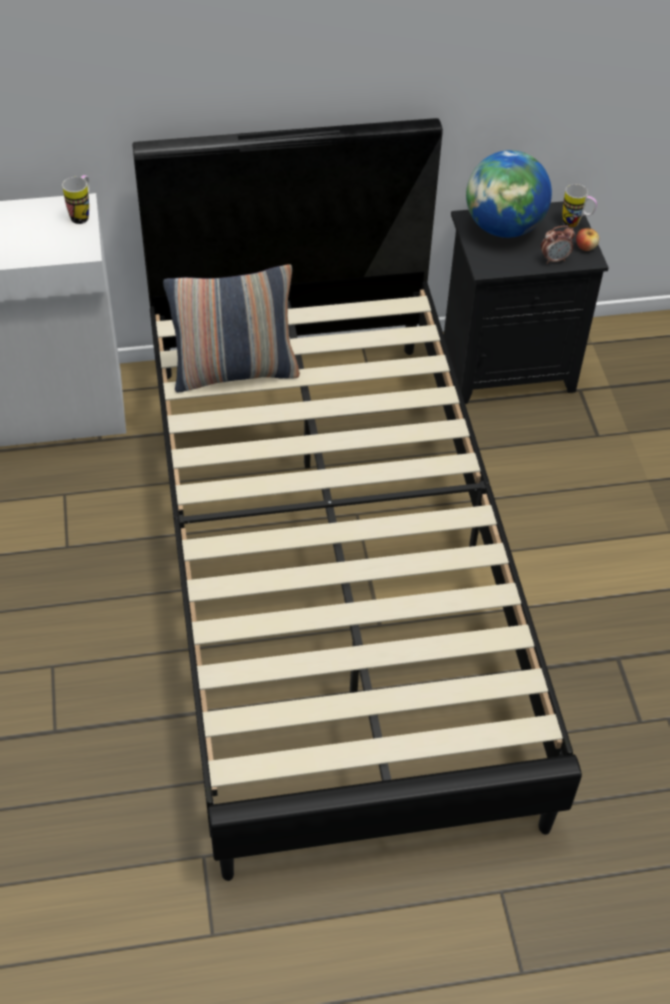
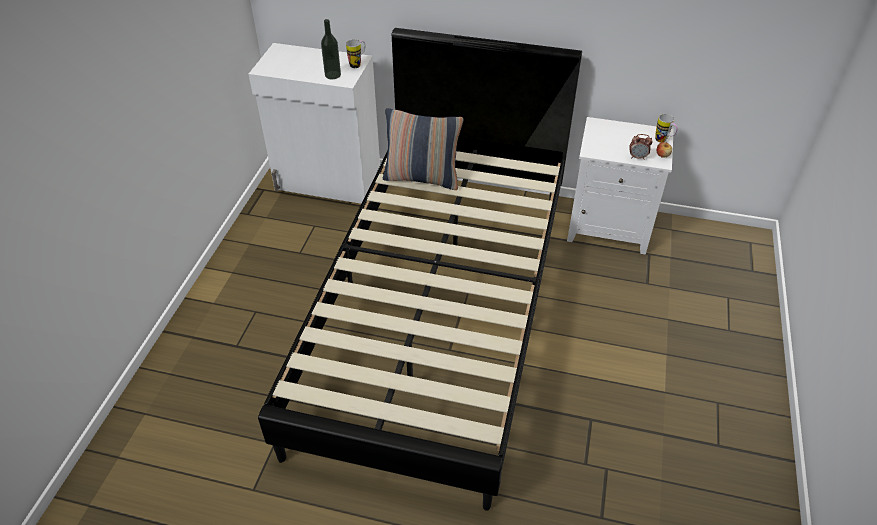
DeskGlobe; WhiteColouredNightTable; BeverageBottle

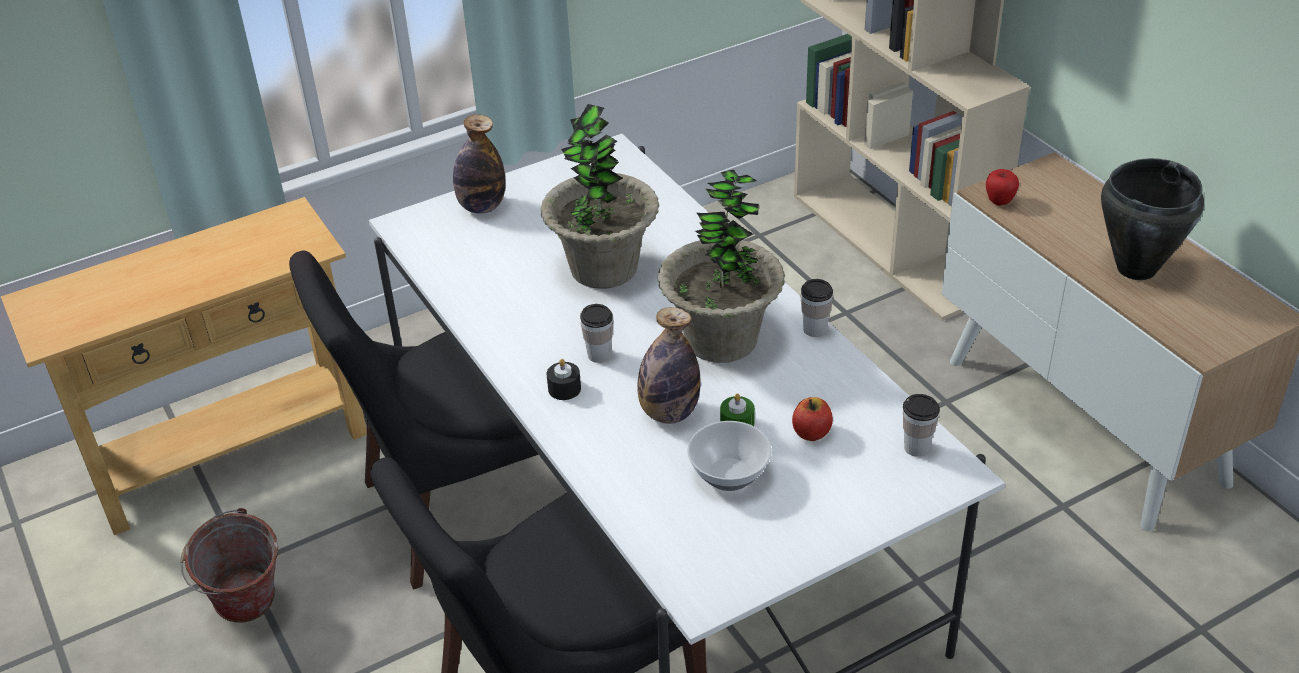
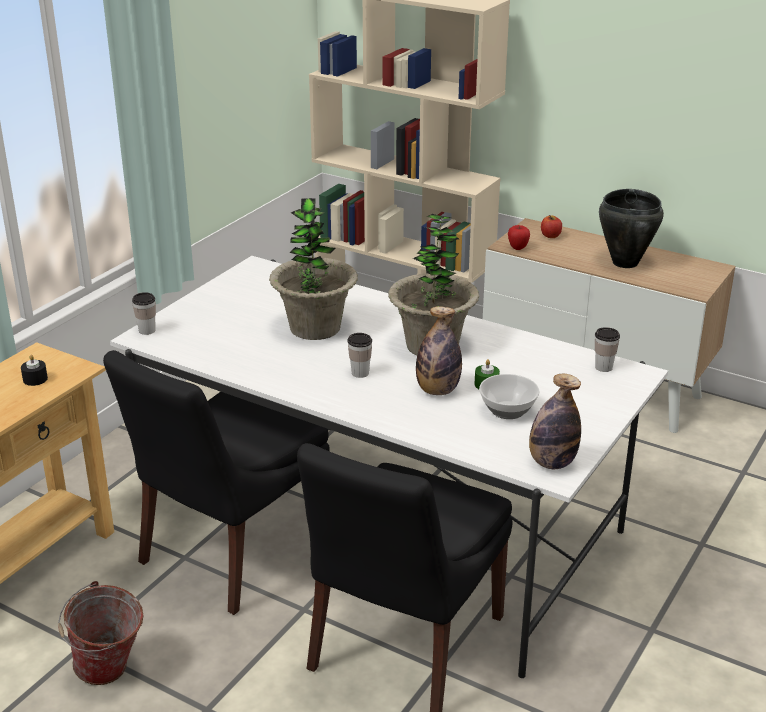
BeverageBottle (2nd from left); DrinkingCup (1st from left); BlackColouredWaxCandle; AppleFruit (2nd from left)

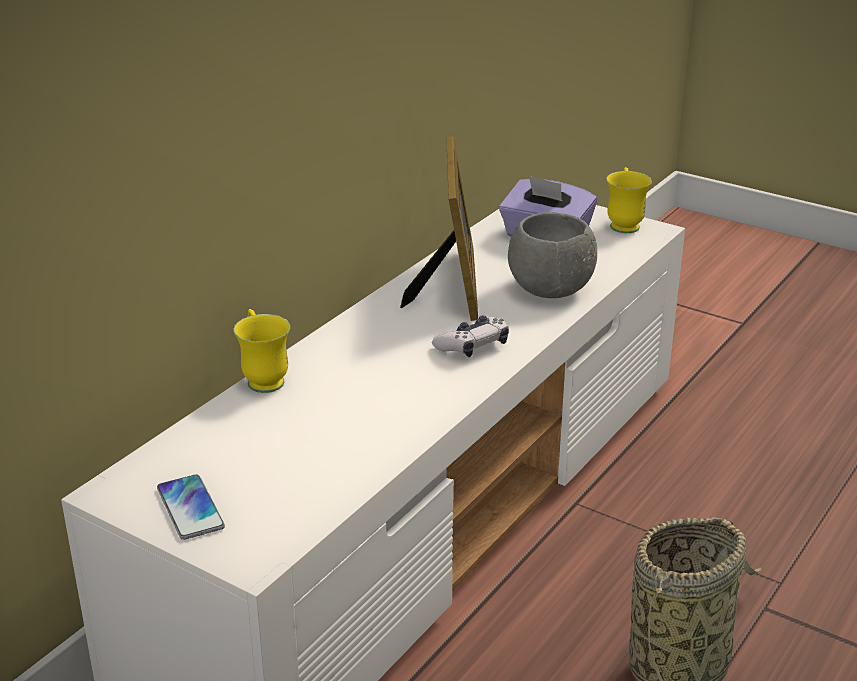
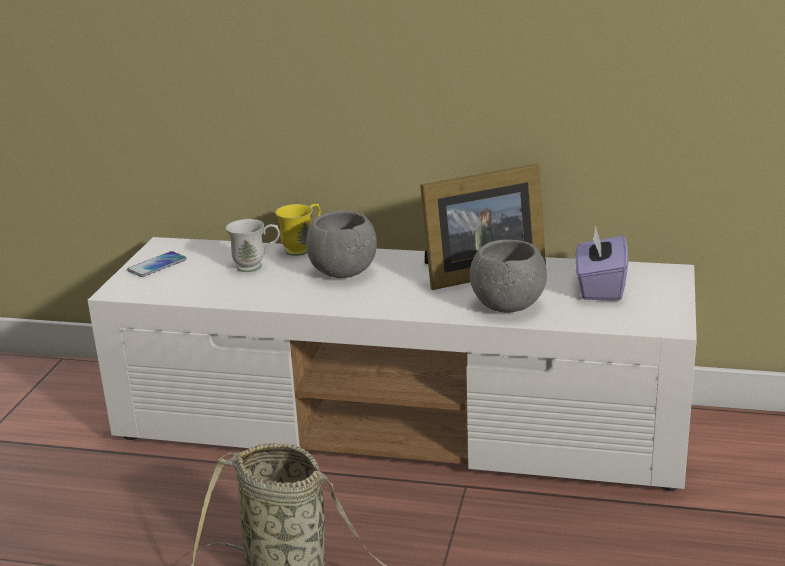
YellowishTeaMug (2nd from left in the first image); Gamepad; GreyishBowl (1st from left); WhiteColouredTeaMug

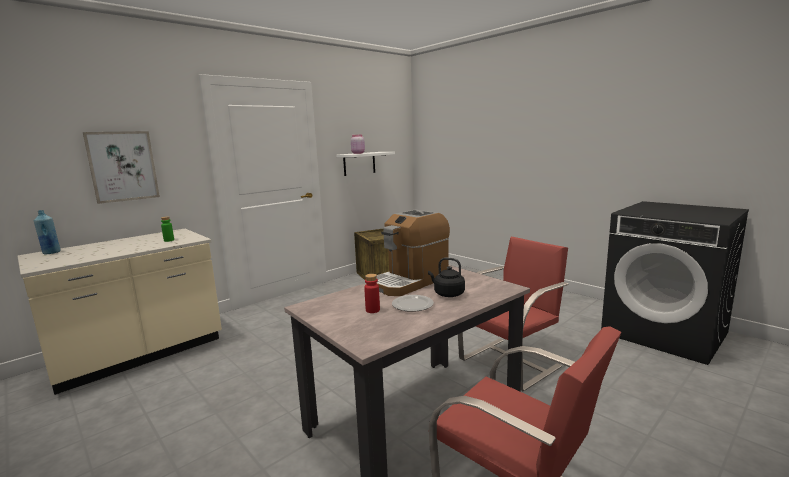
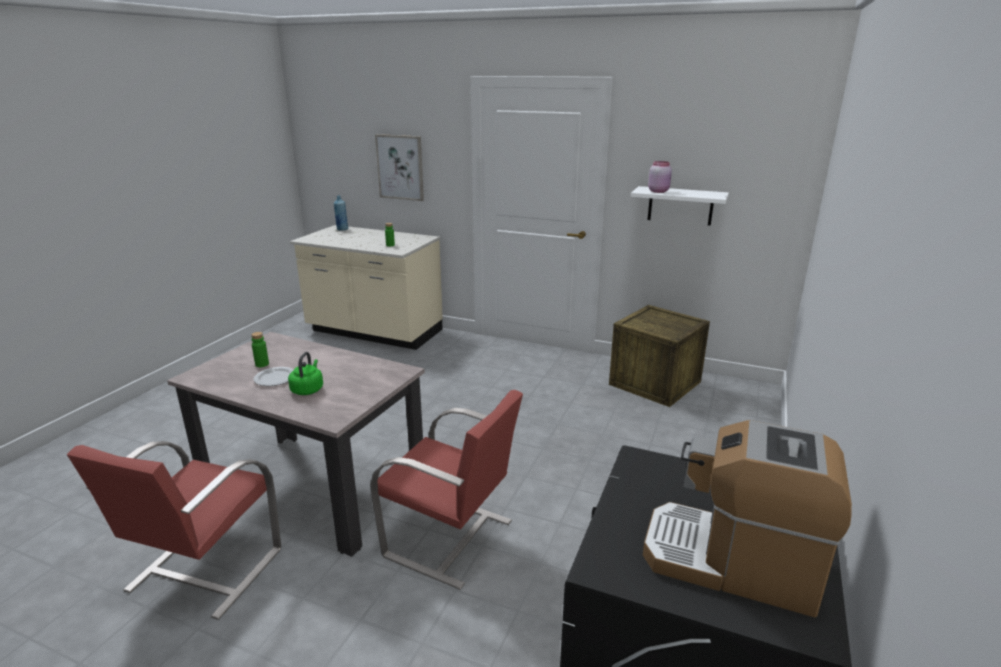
CoffeeMaker; GreenTeaKettle; GreenBeverageBottle (1st from left)

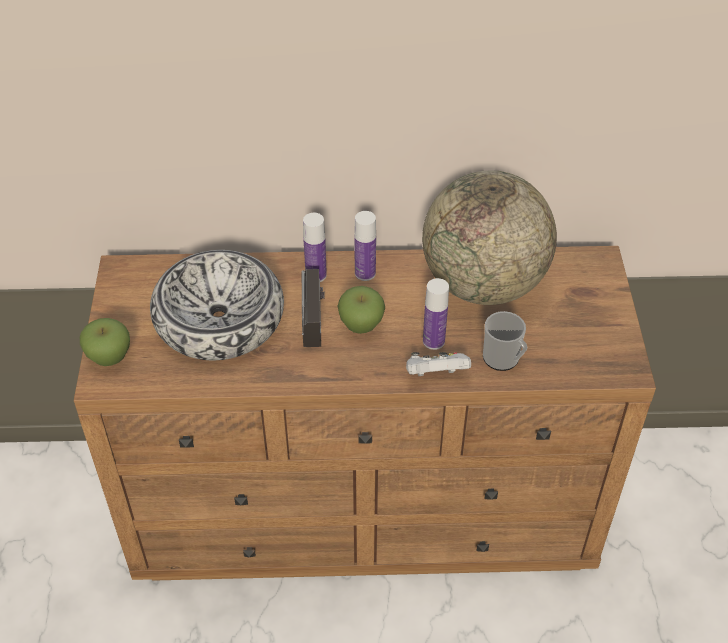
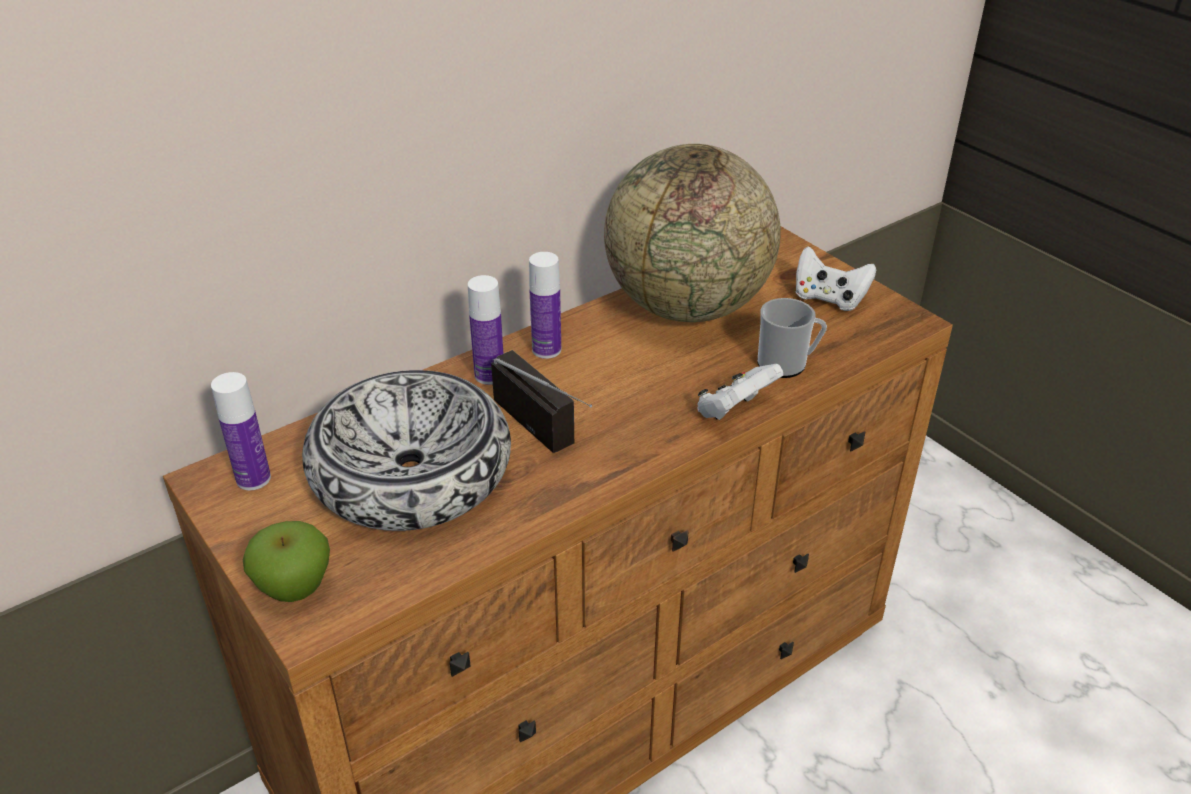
BeverageBottle (1st from left); AppleFruit (2nd from left in the first image); WhiteColouredGamepad (2nd from left)

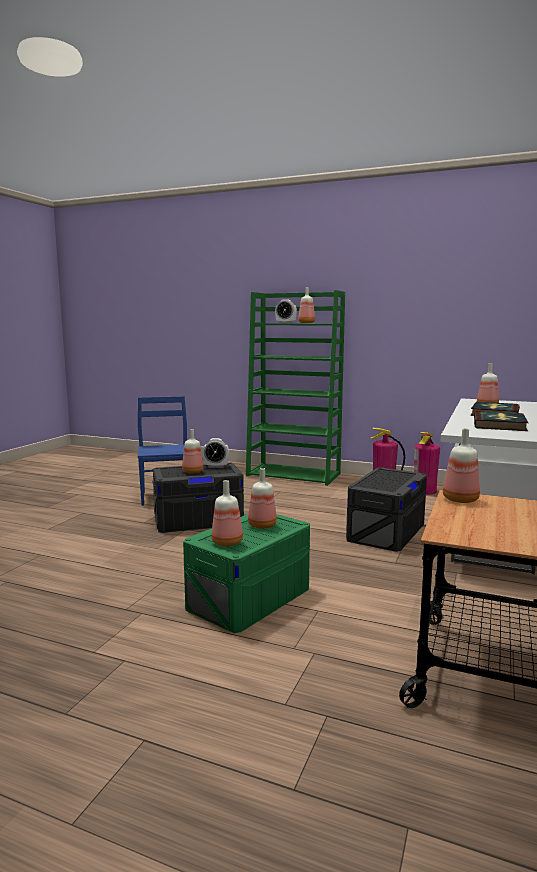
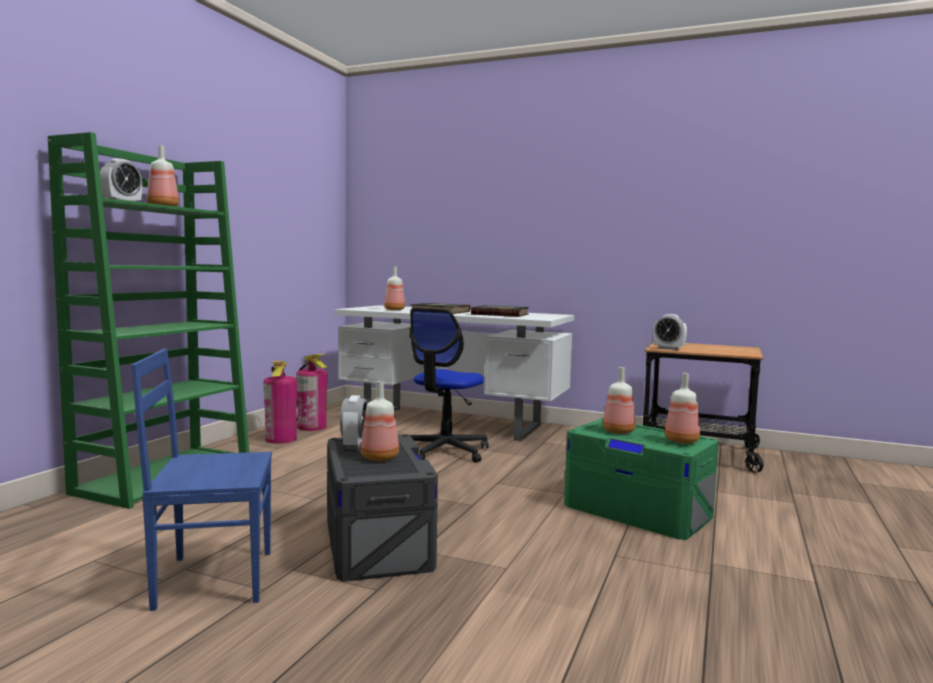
TableClock (3rd from left); OfficeChair

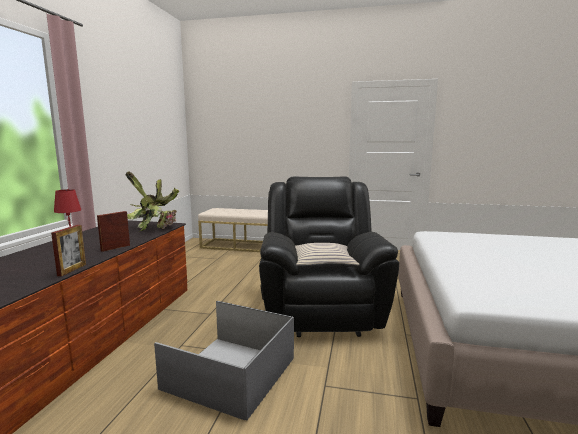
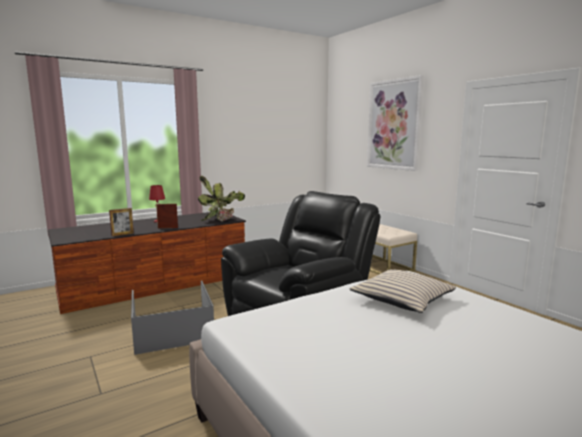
BeigeCushion; WallPicture

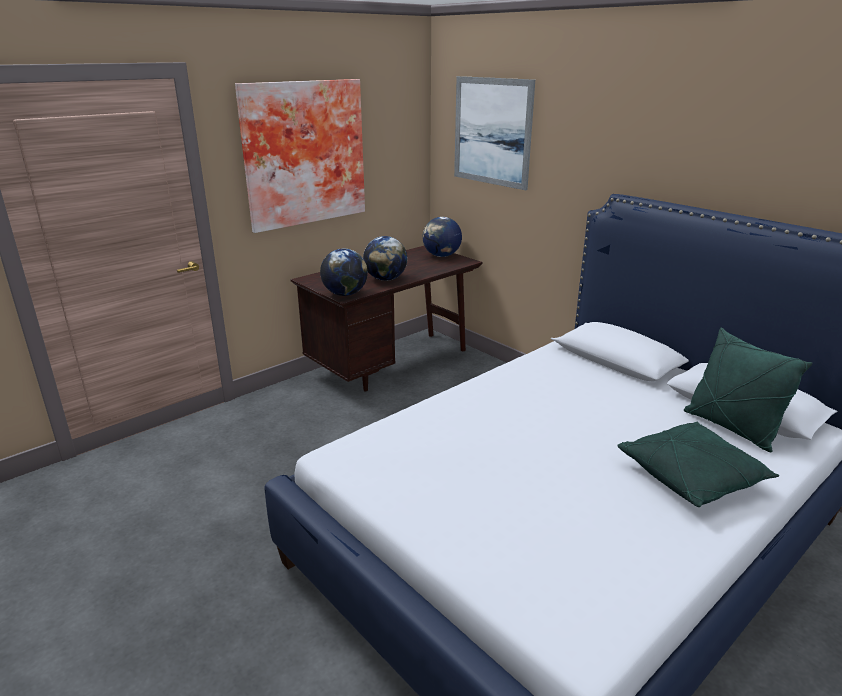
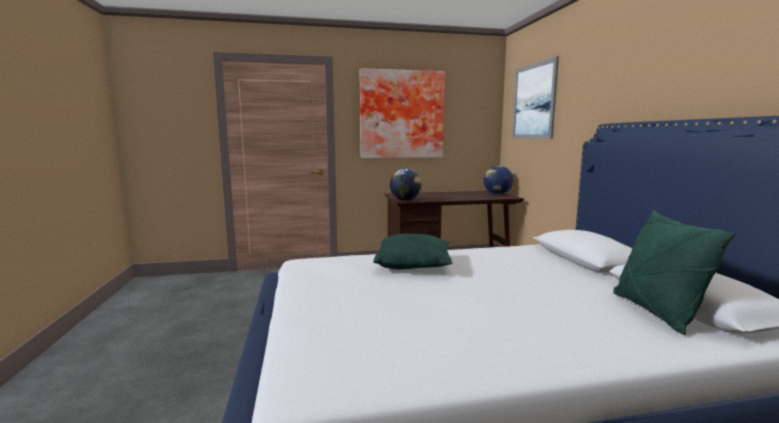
DeskGlobe (2nd from left in the first image); GreenCushion (1st from left)

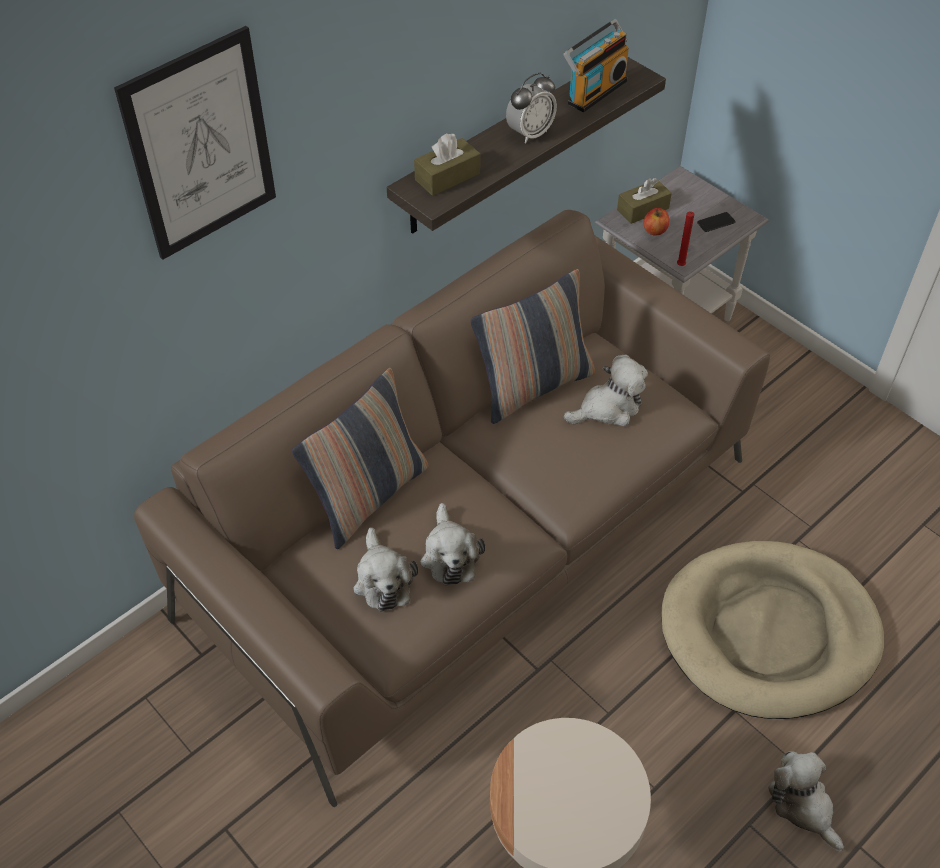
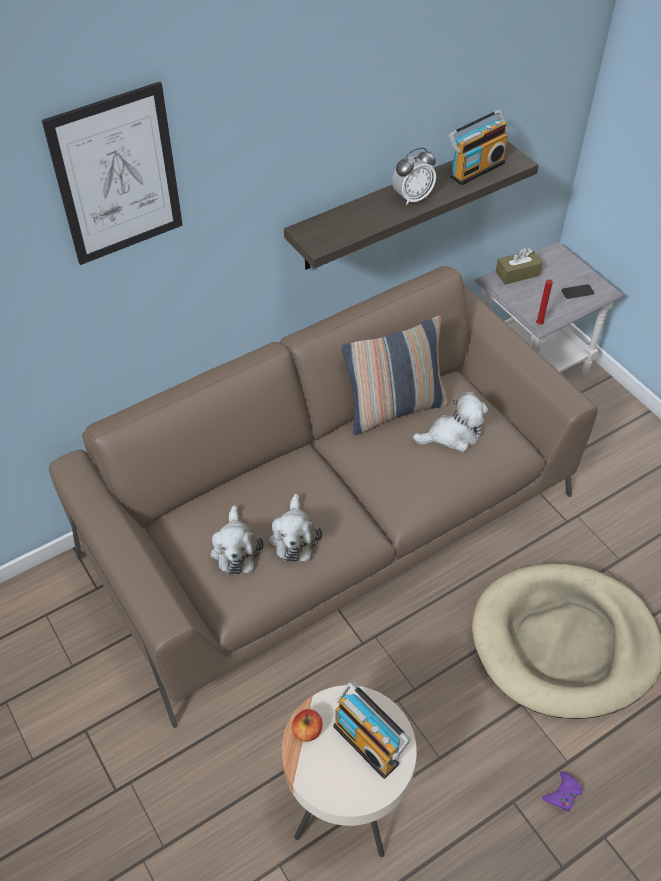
BrownColouredTissueBox (1st from left in the first image); AppleFruit; Cushion (1st from left in the first image); PurpleGamepad; RadioSet (1st from left)

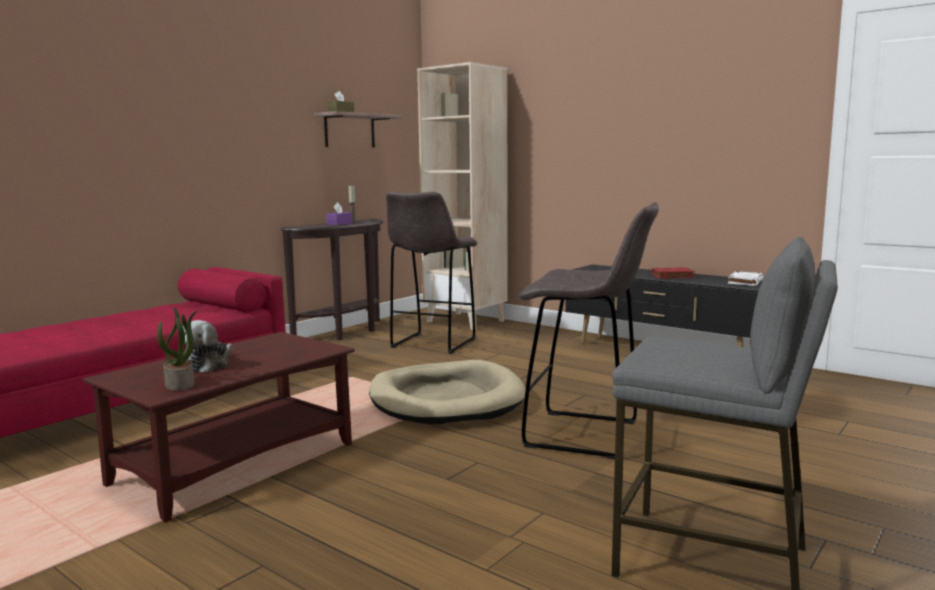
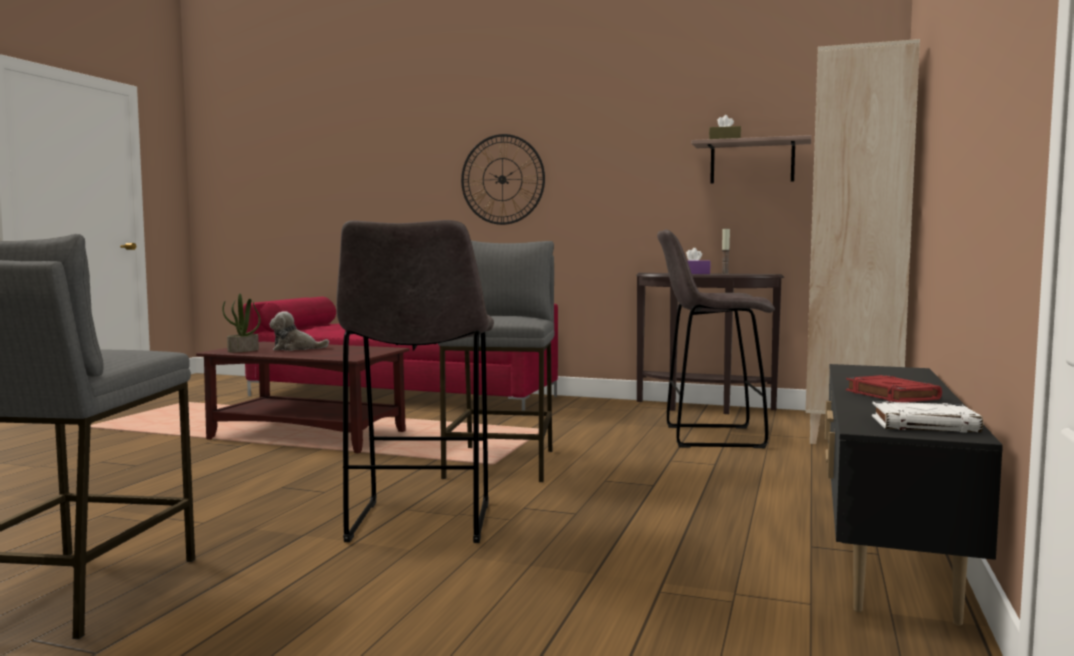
GreyishStool (3rd from left); ClockOnTheWall

